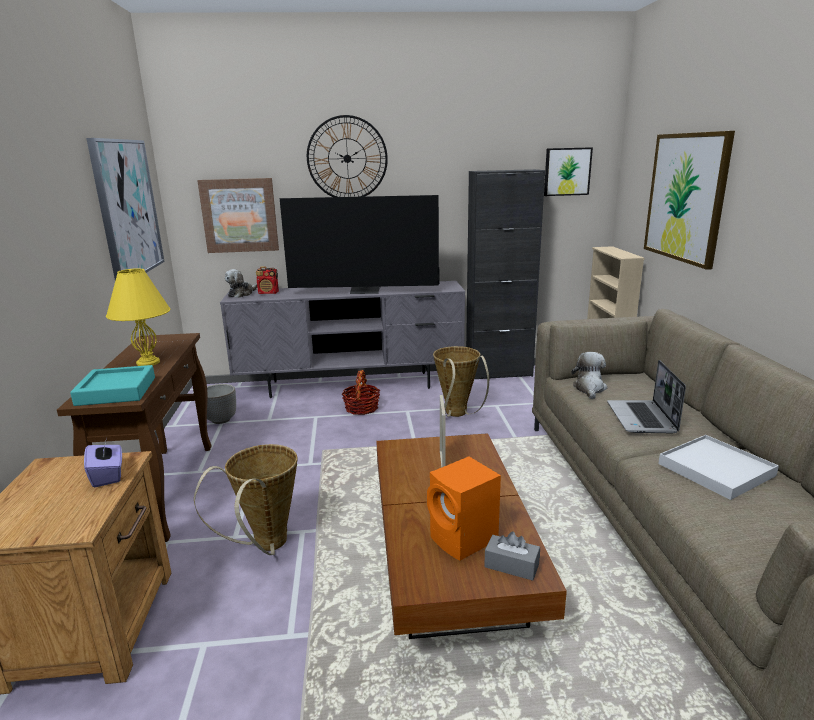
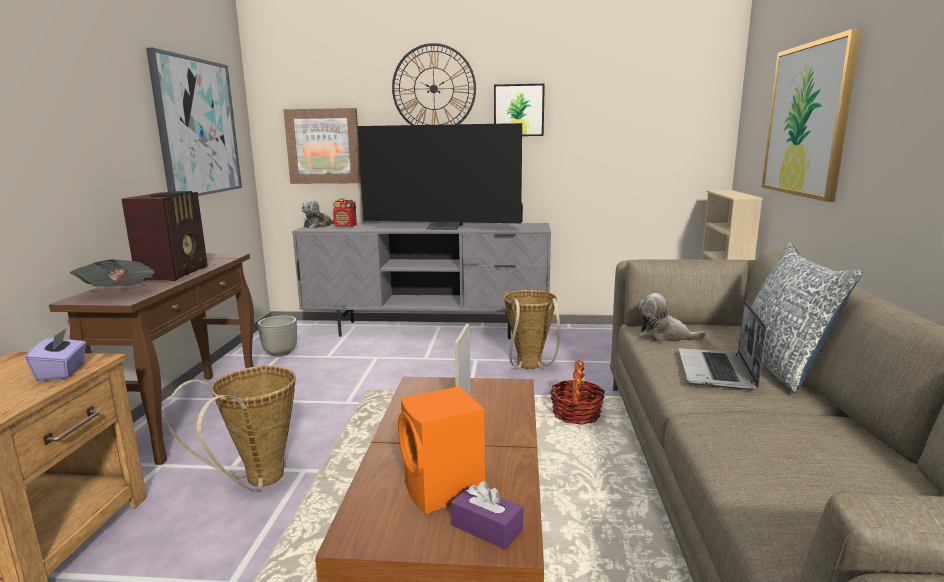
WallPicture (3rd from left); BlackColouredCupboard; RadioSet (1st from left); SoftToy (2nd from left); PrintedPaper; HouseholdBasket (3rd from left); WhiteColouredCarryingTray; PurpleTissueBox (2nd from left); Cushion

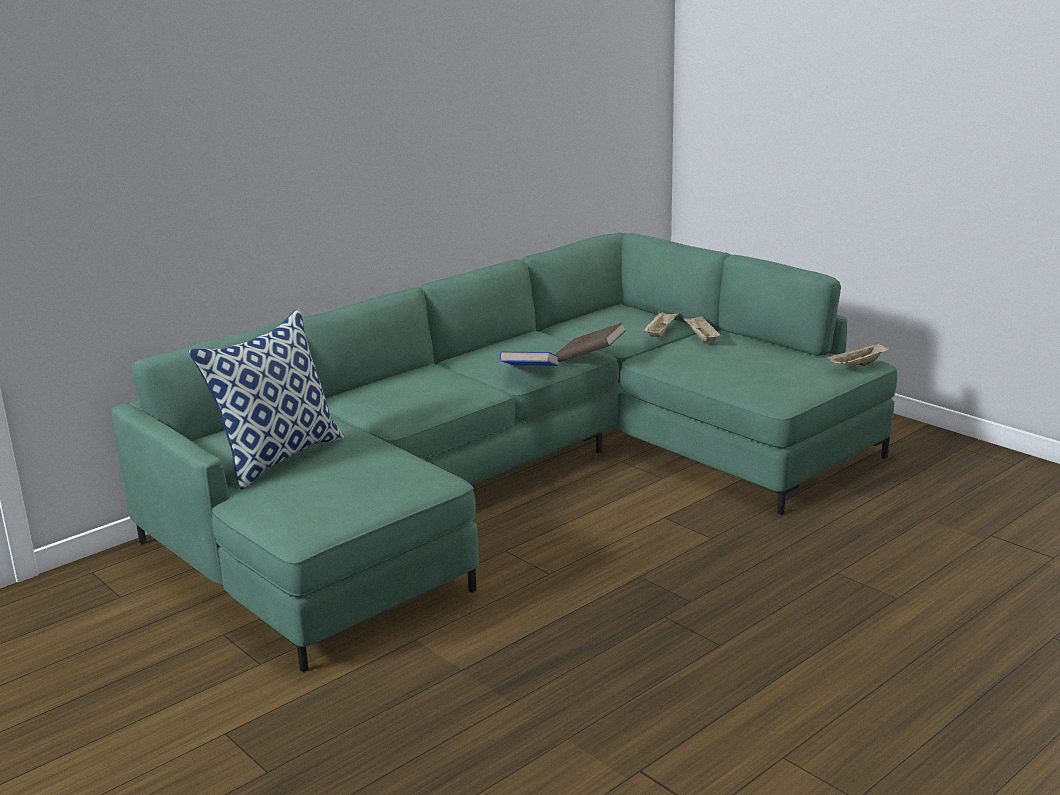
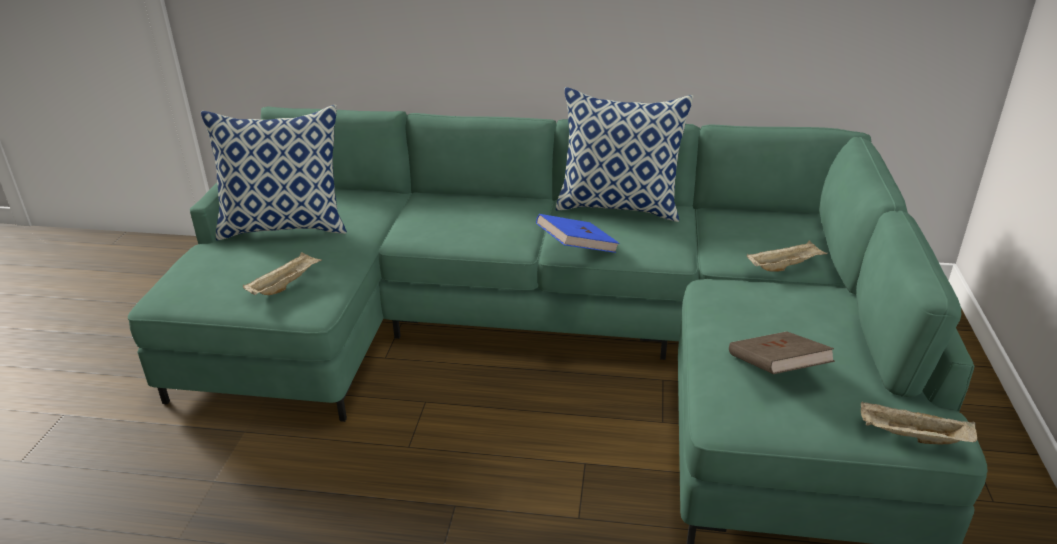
BeigeCarryingTray (1st from left); BrownColouredBoundBook; Cushion (2nd from left)

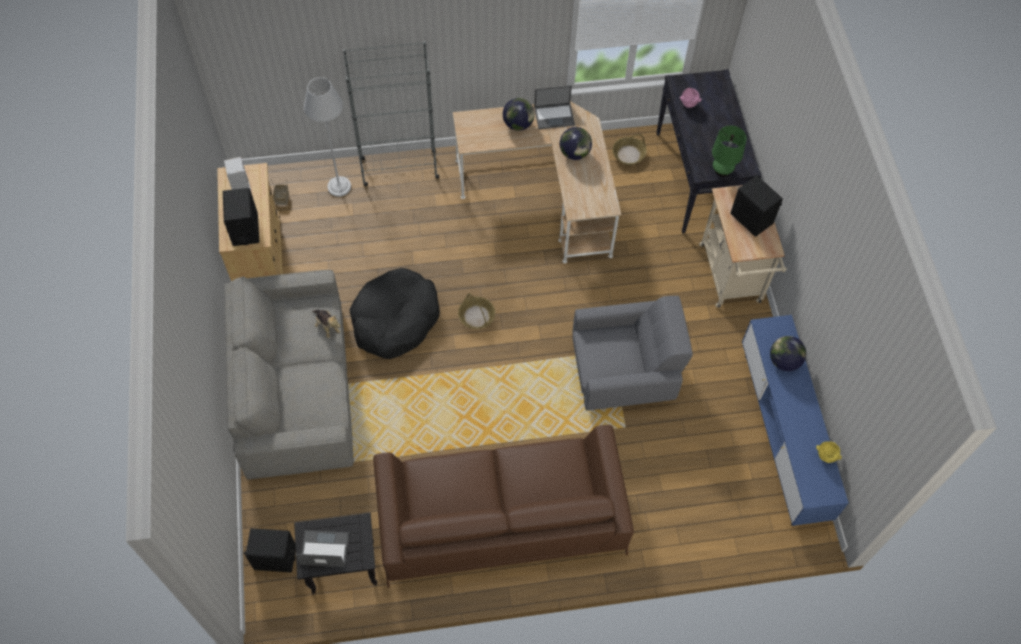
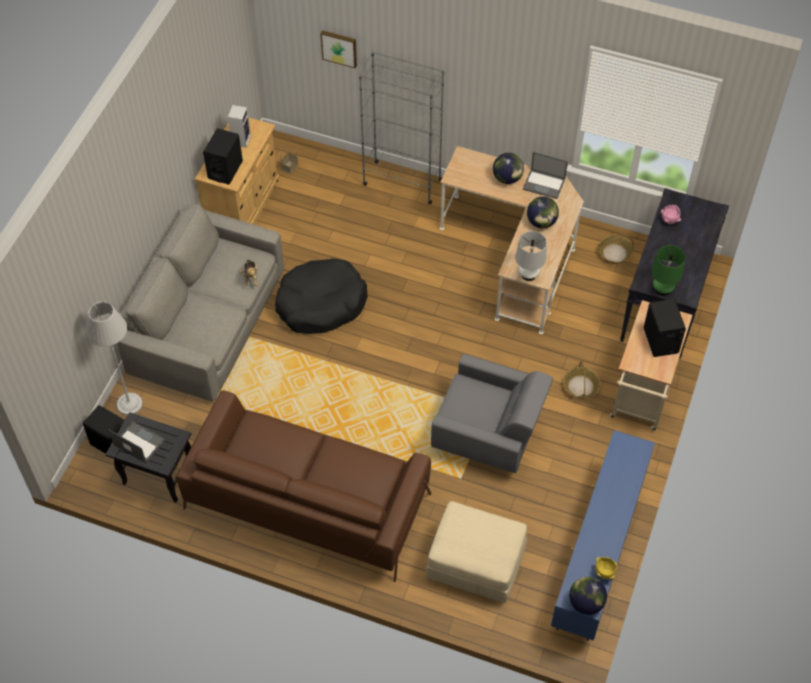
GreyishStandingLamp; HouseholdBasket (2nd from left); DeskGlobe (3rd from left); WallPicture; WhiteColouredLampForATable; BeigeFootrest

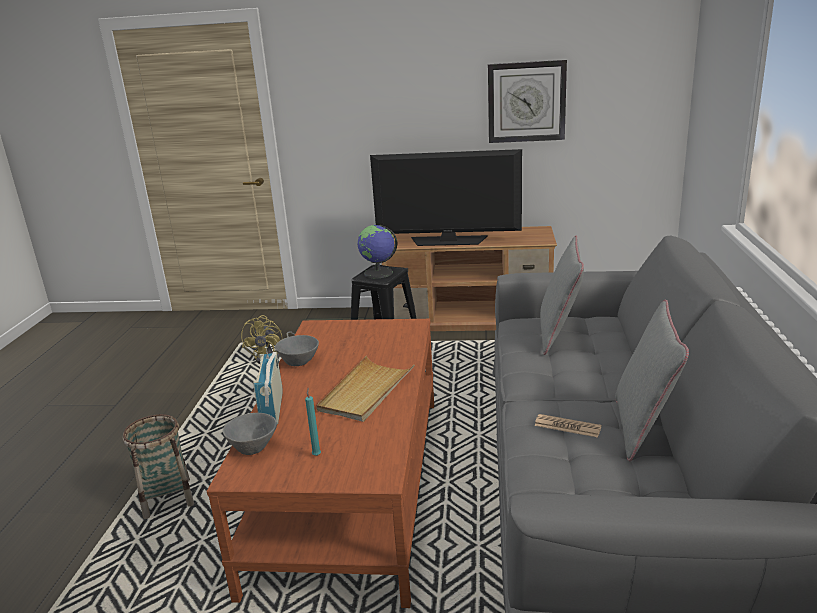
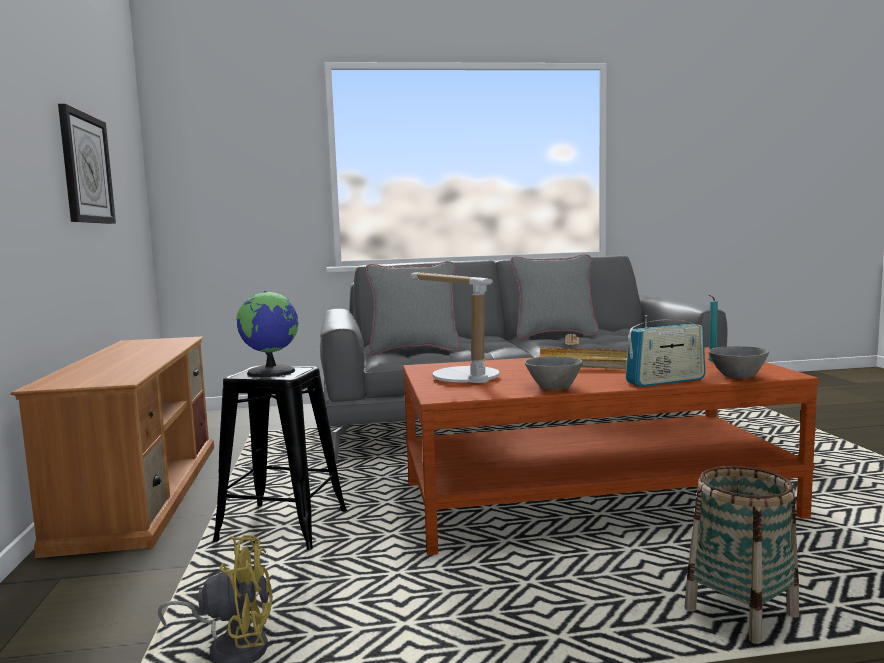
Tv; LampForATable

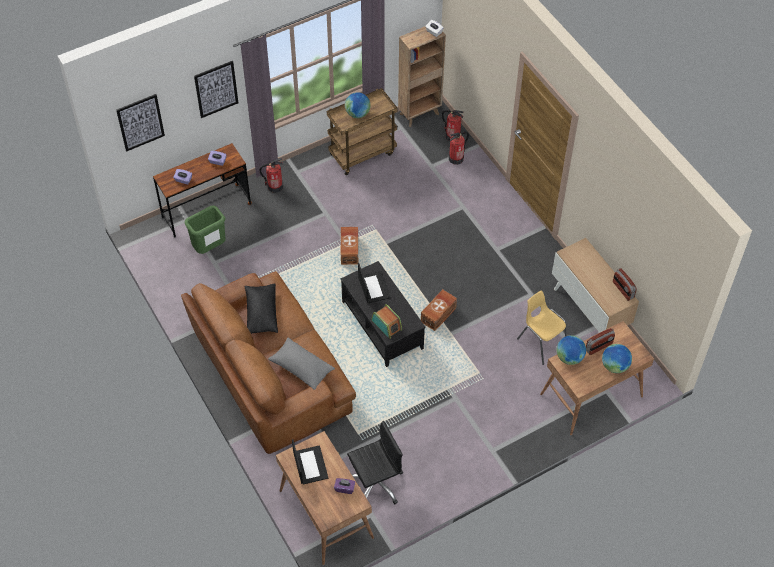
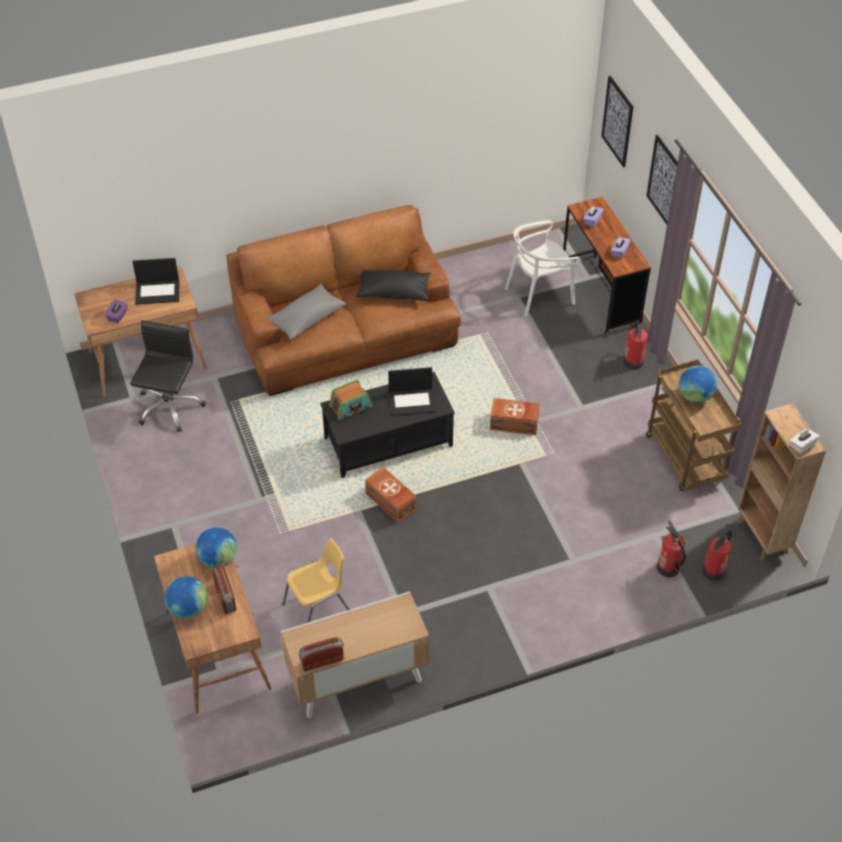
WhiteColouredPlainChair; BlackColouredOfficeChair

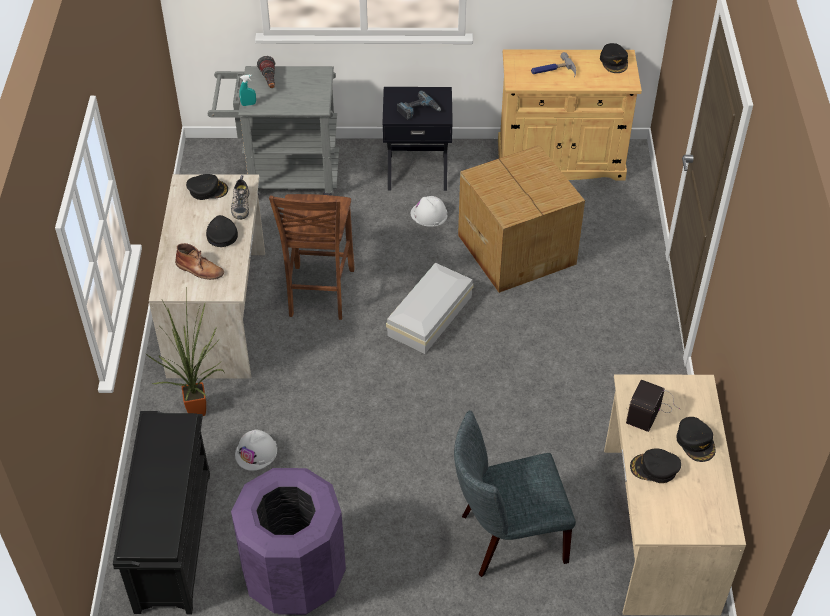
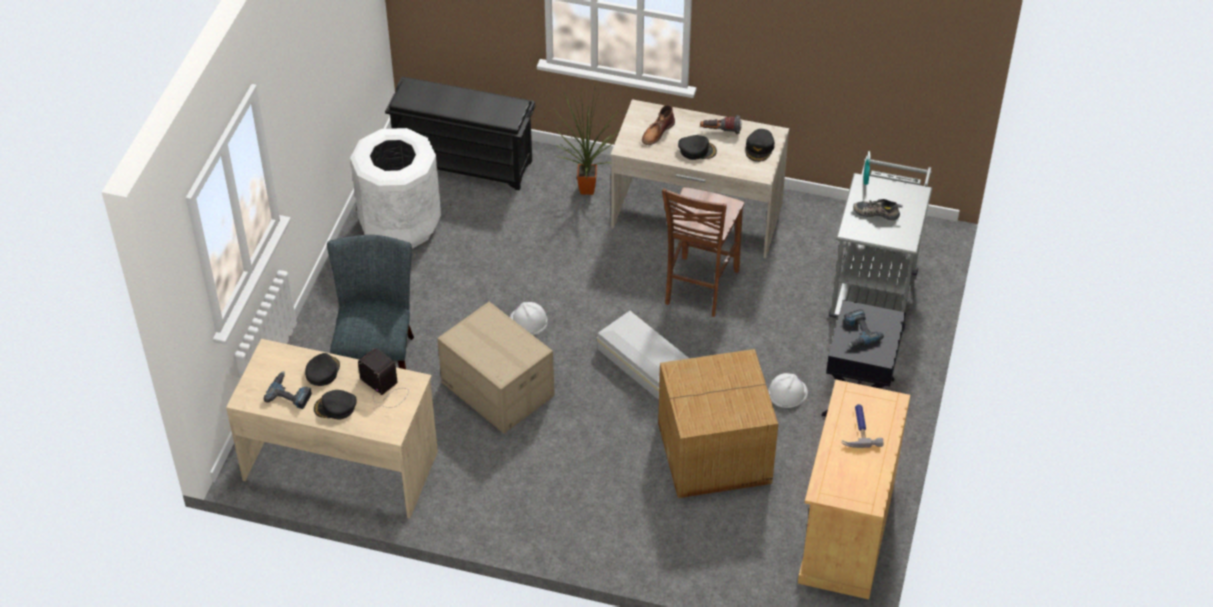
BlackColouredCap (3rd from left in the first image); Torch; ItemOfFootwear; BrownColouredPlainChair; WhiteColouredWorkHelmet (1st from left); WhiteColouredTrashCan; PackingBox (1st from left); PowerDrill (1st from left)

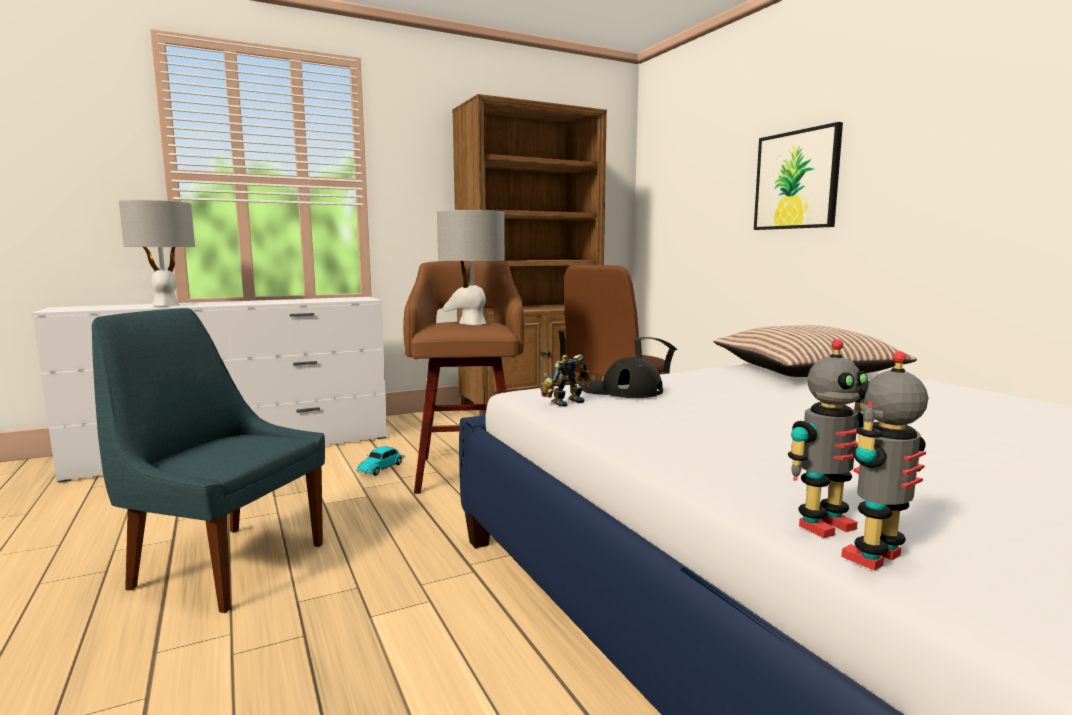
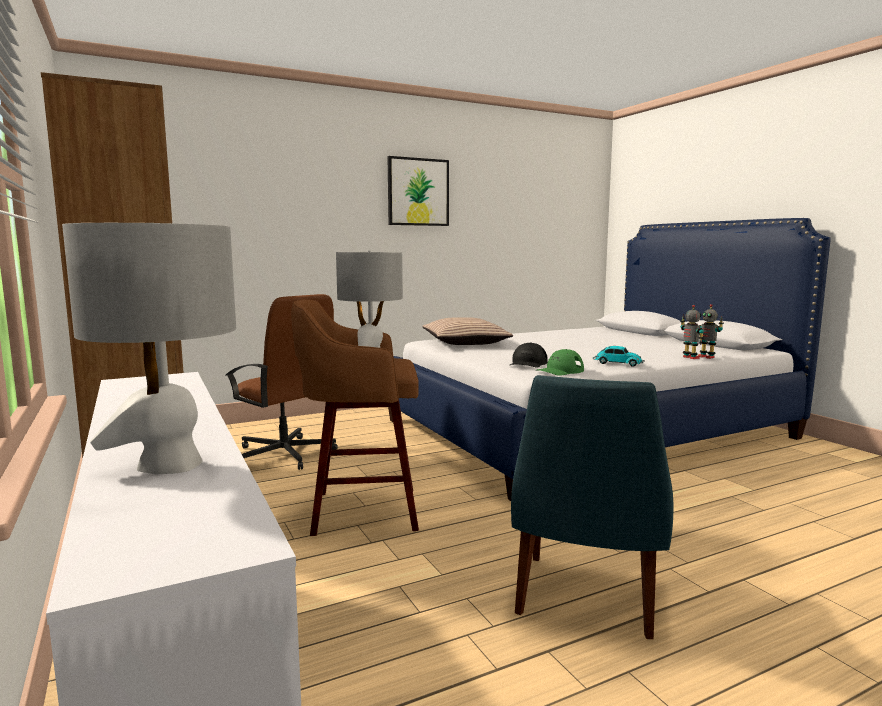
WallPicture; GreenCap; ToyCar

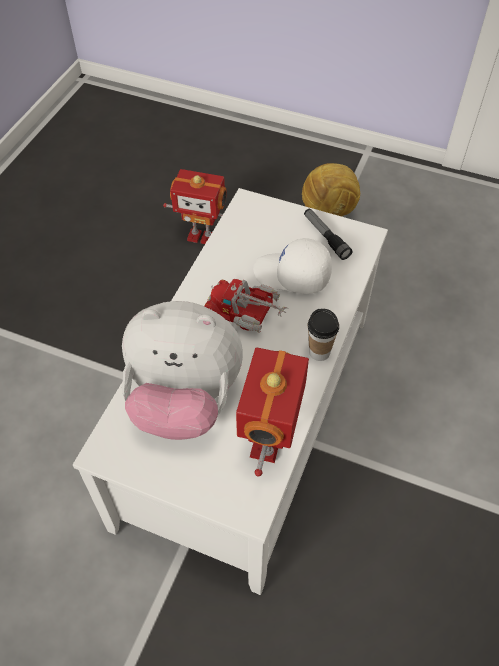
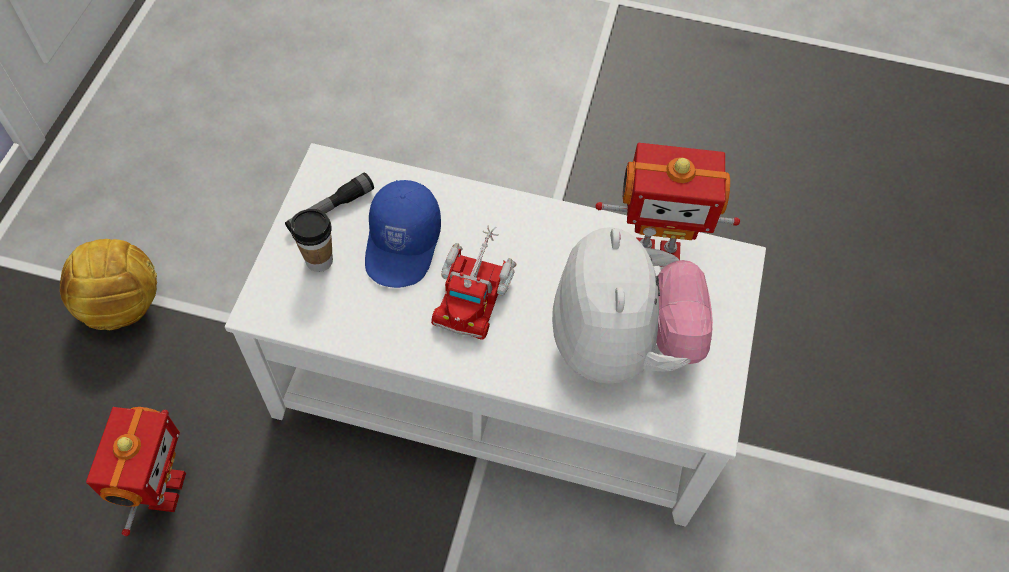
BlueCap; DrinkingCup

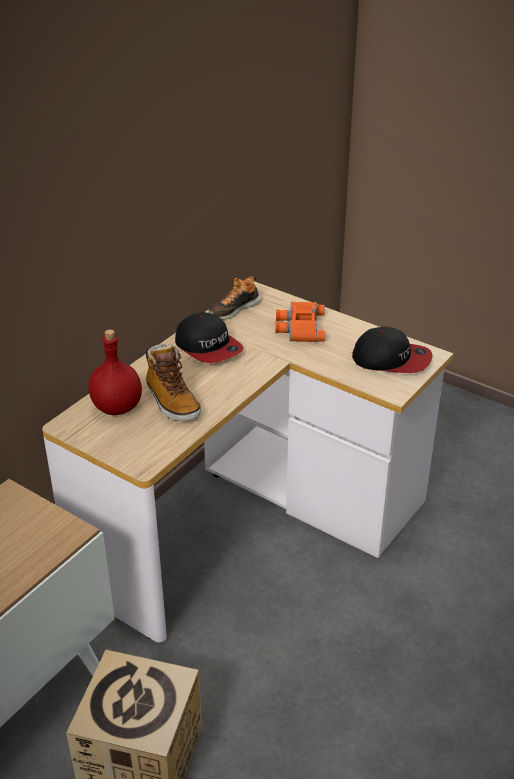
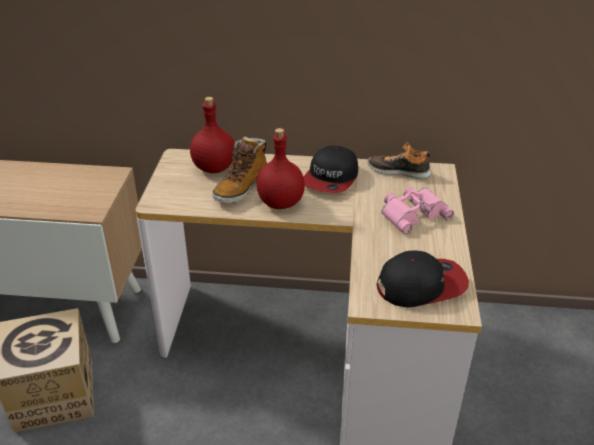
PinkishFieldGlasses; Cap (2nd from left); ReddishBeverageBottle (2nd from left)

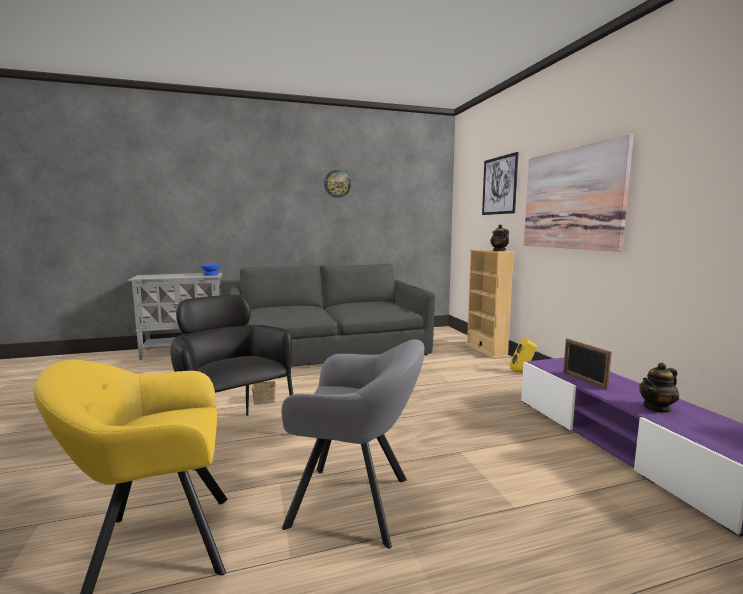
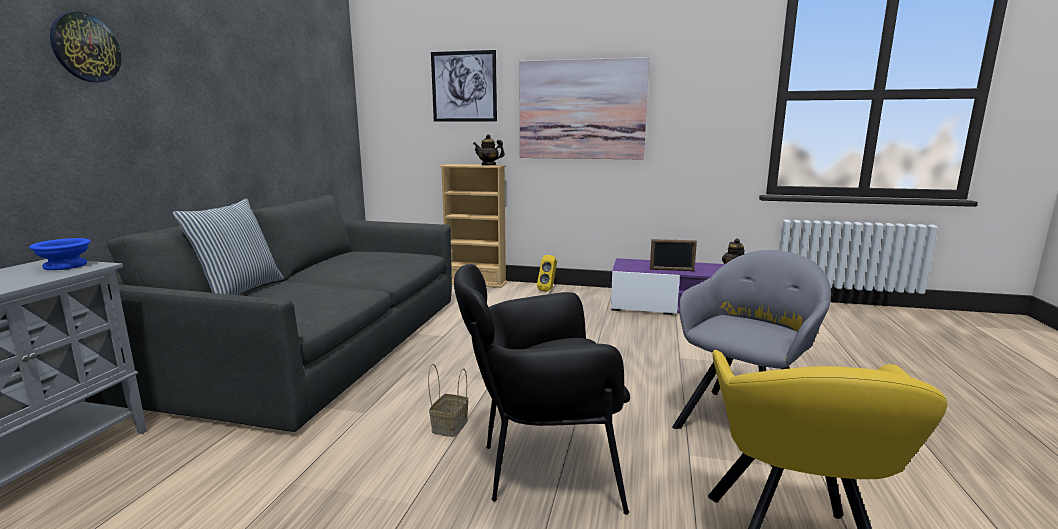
ClockOnTheWall; Cushion

